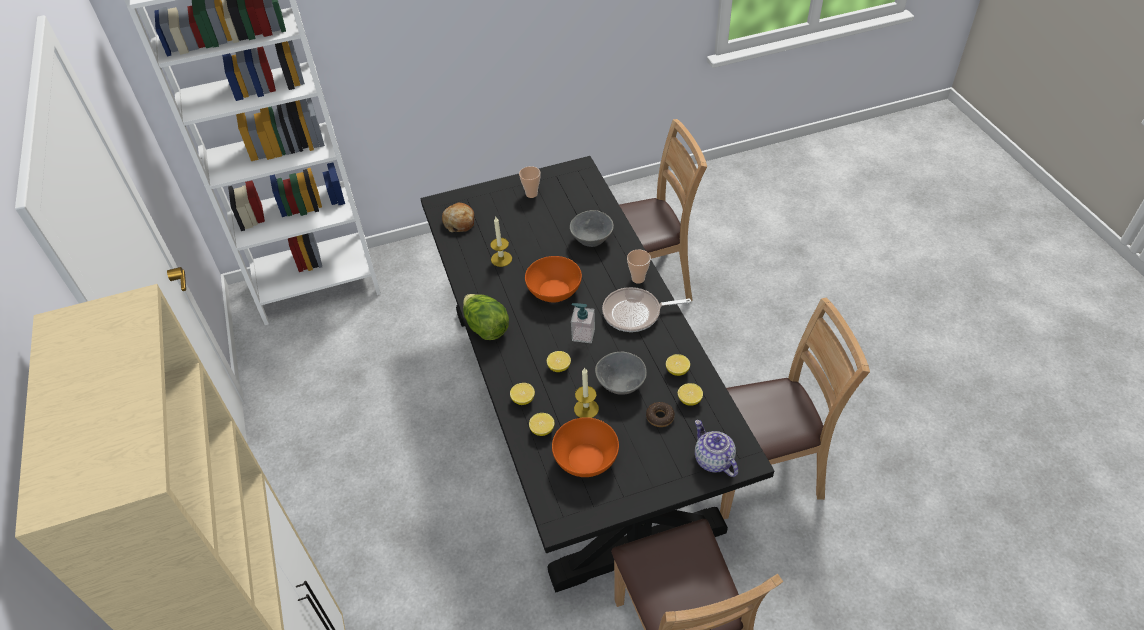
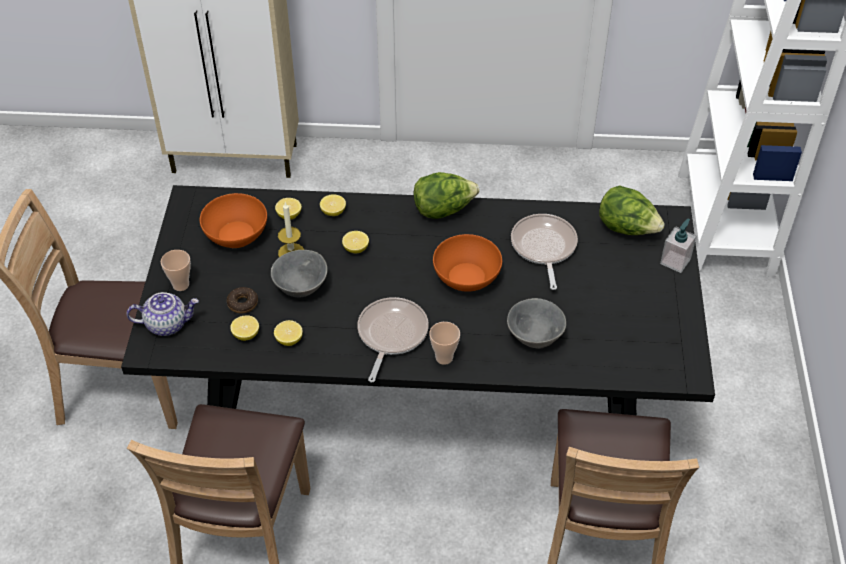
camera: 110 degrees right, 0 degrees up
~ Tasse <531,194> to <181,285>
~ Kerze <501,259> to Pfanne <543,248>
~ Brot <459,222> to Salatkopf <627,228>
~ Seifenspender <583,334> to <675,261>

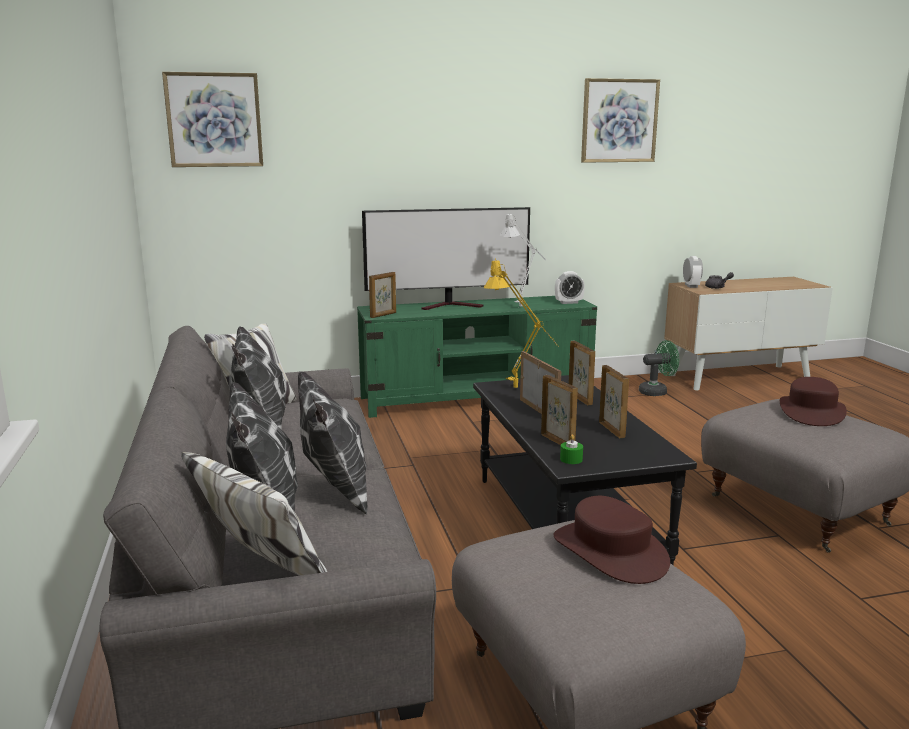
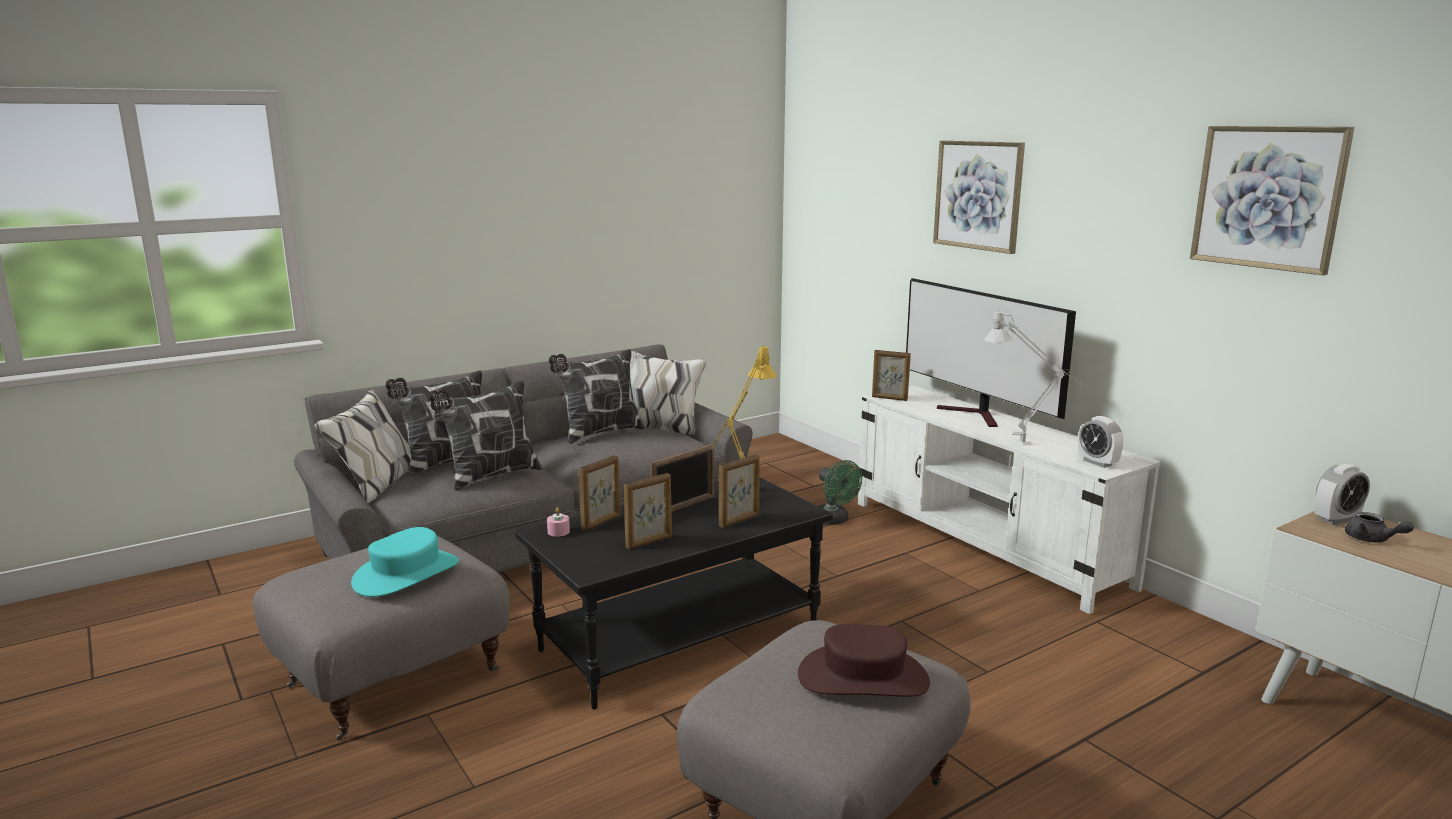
camera: 70 degrees right, 0 degrees up
~ Hut [braun] <610,551> to Hut [türkis] <406,574>
~ Kerze [grün] <571,459> to Kerze [rosa] <558,532>
~ Ventilator [grün] <657,392> to <834,521>
~ Fernsehschrank [grün] <477,398> to Fernsehschrank [weiß] <986,543>
~ Bild <214,120> to <978,195>

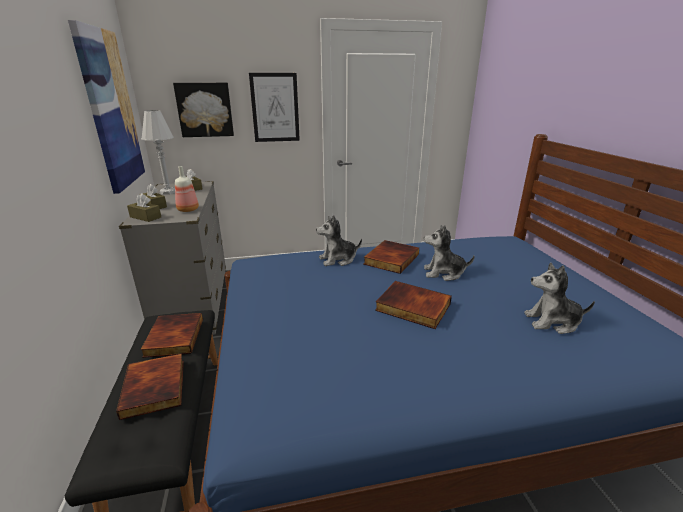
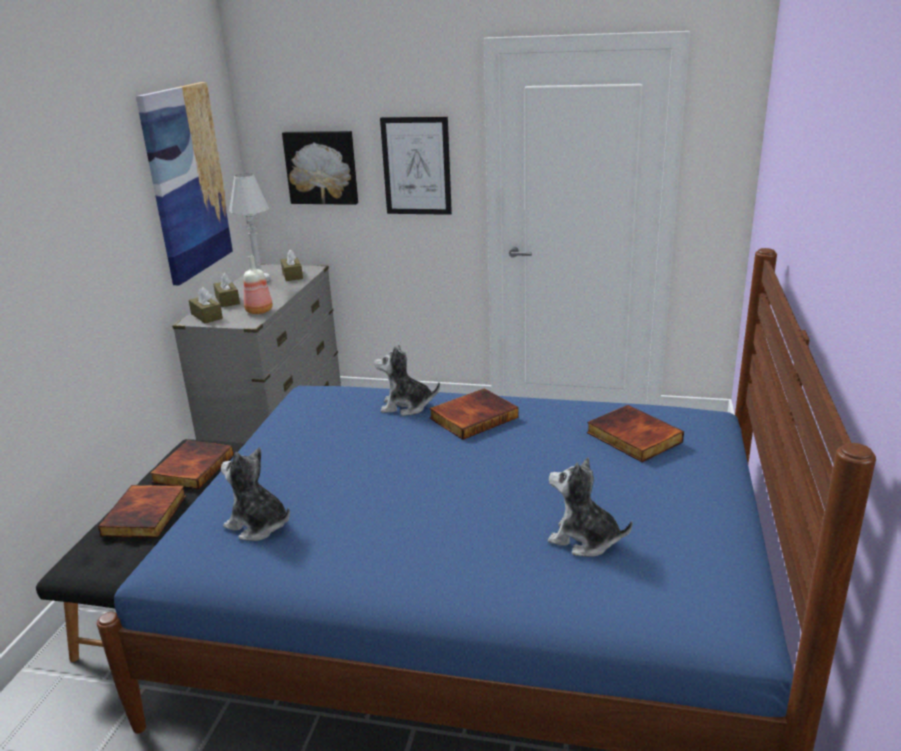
camera: 25 degrees right, 0 degrees up
~ Plüschtier <443,273> to <258,525>
~ Buch <412,307> to <632,437>

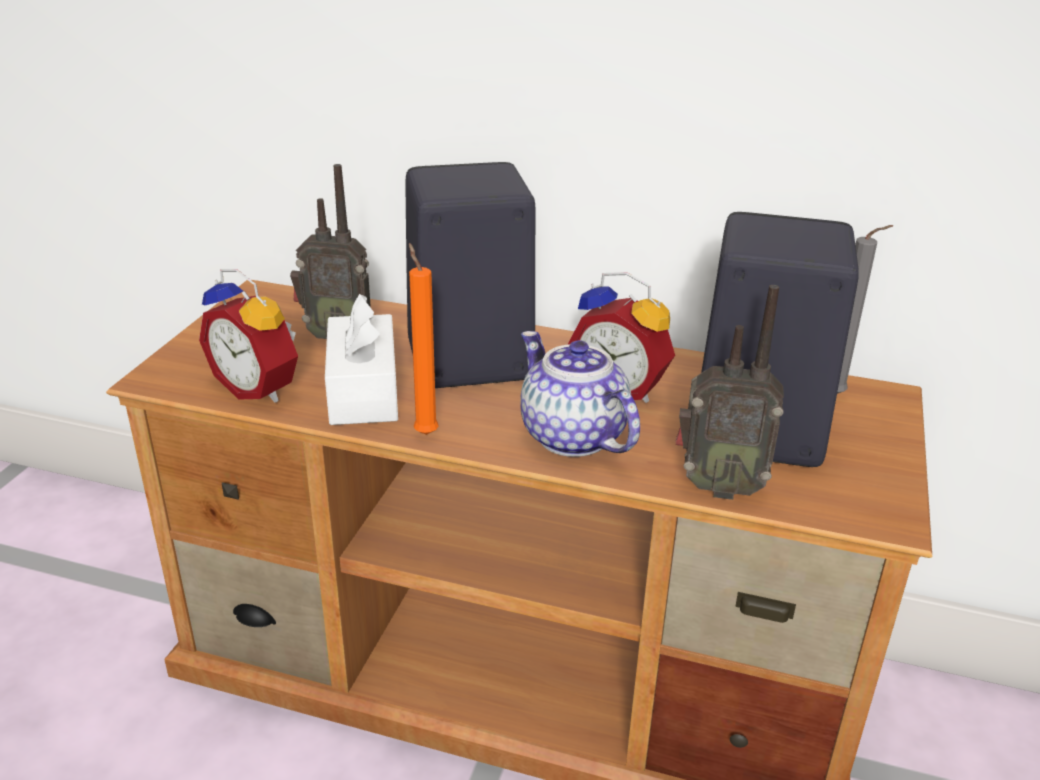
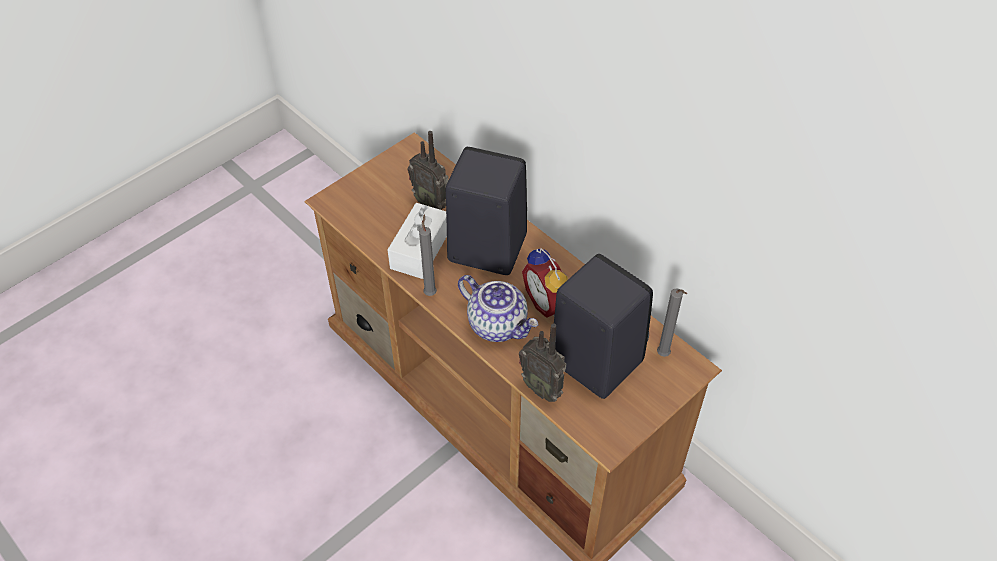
camera: 30 degrees right, 20 degrees up
~ Kerze [orange] <424,432> to Kerze [grau] <430,292>
~ Teekanne <571,436> = <498,324> 135 degrees clockwise
- Wecker <260,388>

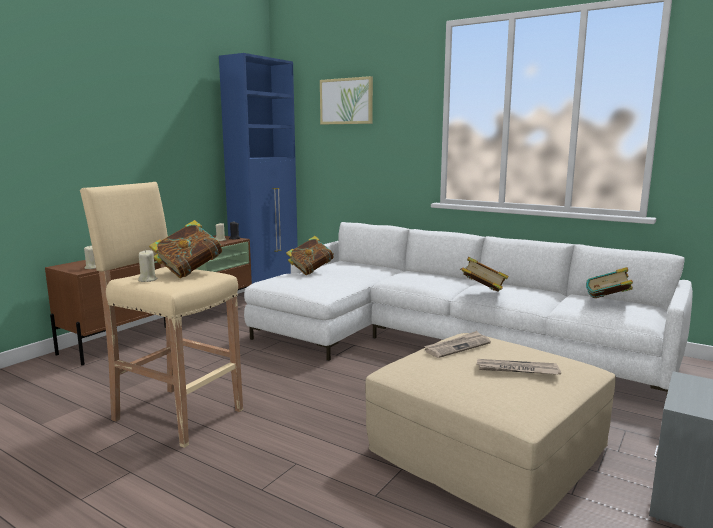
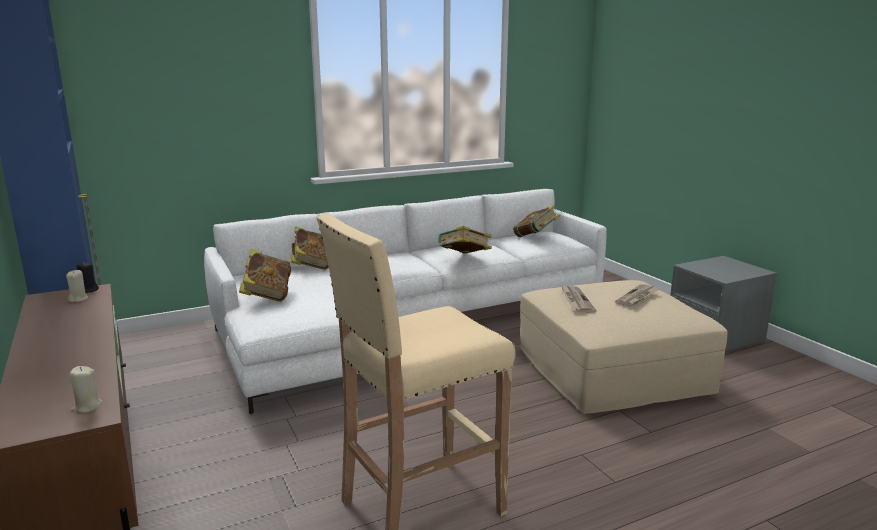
camera: 60 degrees left, 5 degrees up
~ Buch <189,272> to <311,266>
- Kerze [beige] <147,280>
- Bild <346,101>

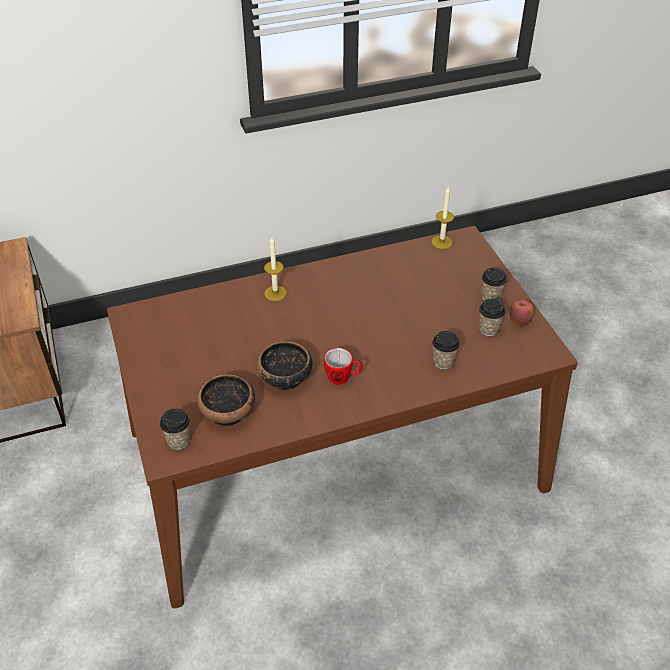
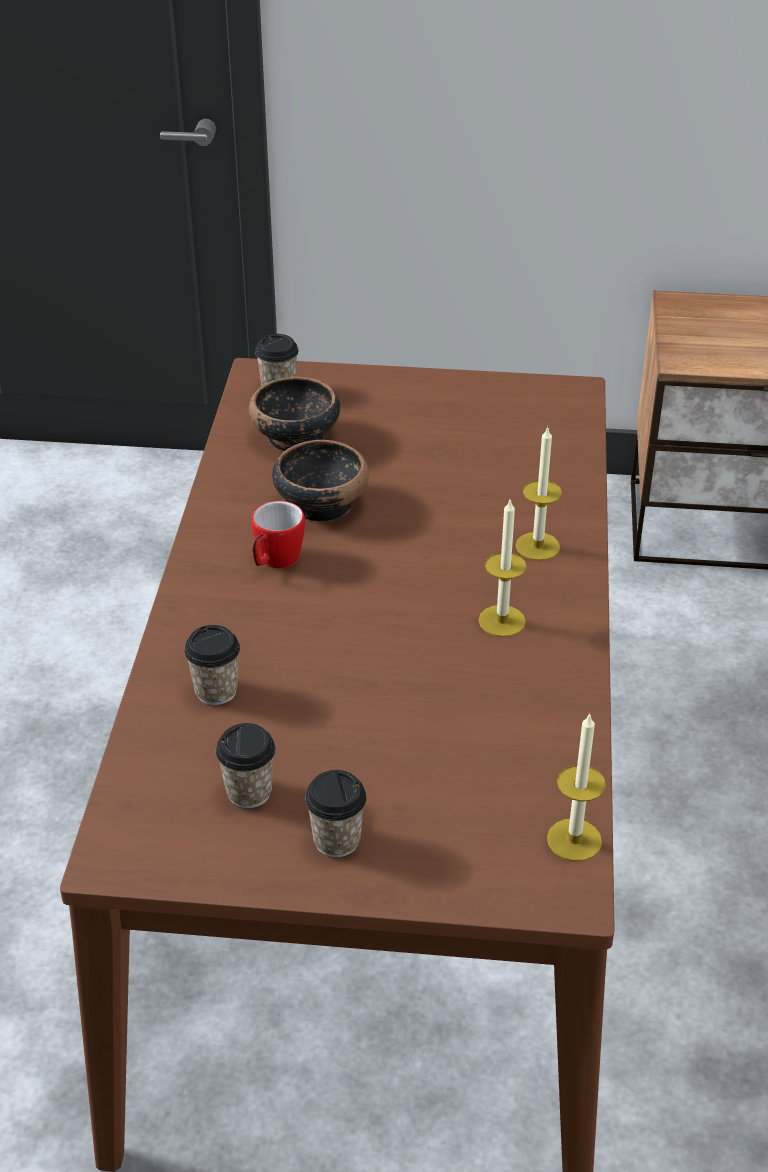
camera: 115 degrees right, 5 degrees down
+ Kerze <502,621>
- Apfel <519,322>

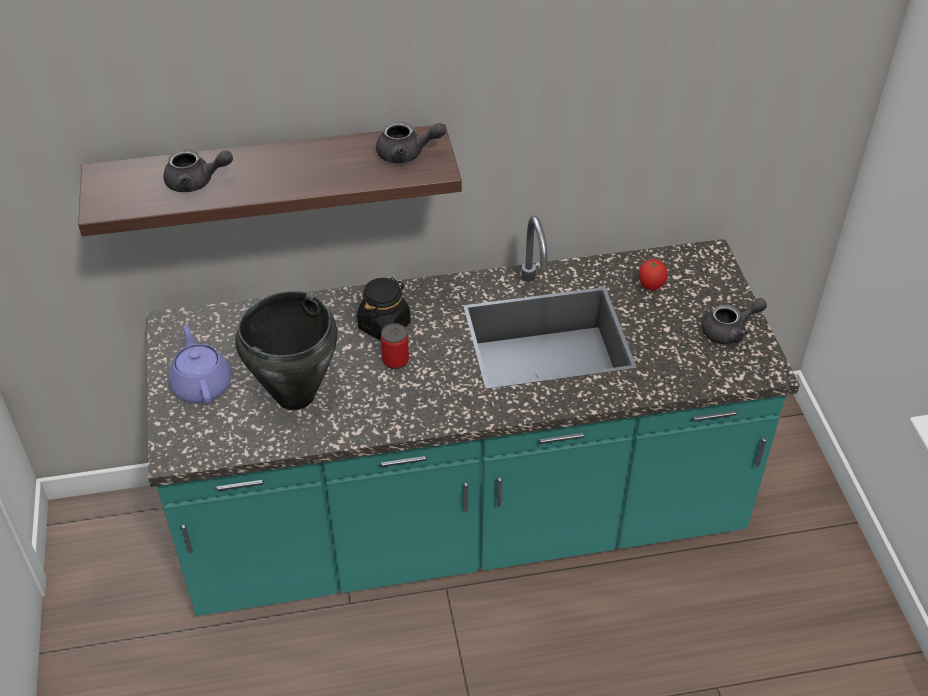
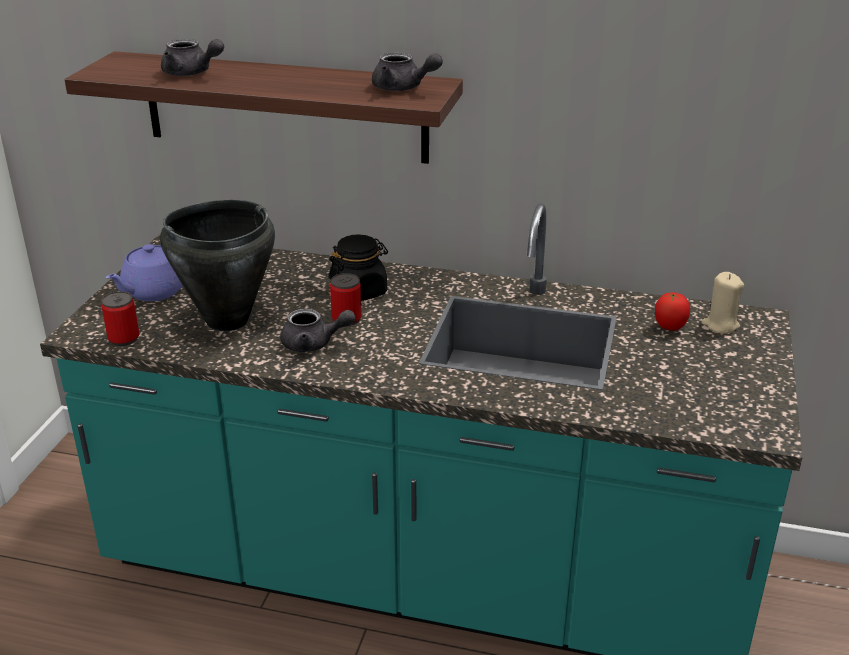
camera: 25 degrees right, 15 degrees down
+ Dose <124,338>
~ Teekanne [lila] <202,384> = <153,291> 150 degrees counterclockwise
~ Teekanne [grau] <729,331> to <314,344>
+ Kerze [beige] <720,325>

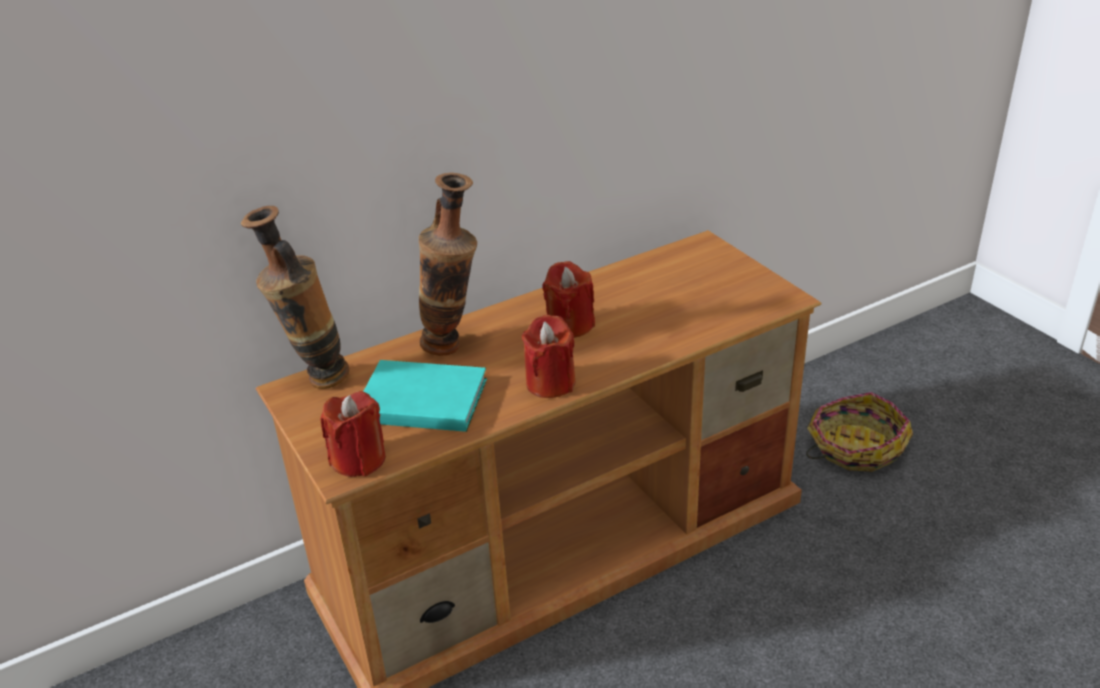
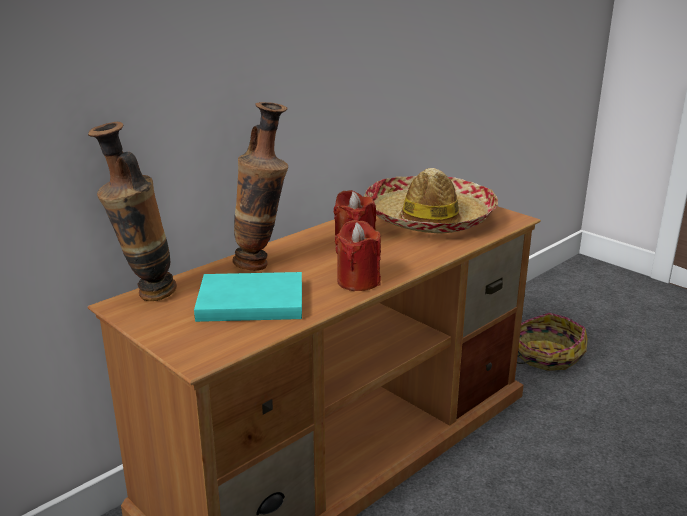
camera: 15 degrees left, 10 degrees down
+ Hut <429,218>
- Kerze [rot] <359,460>

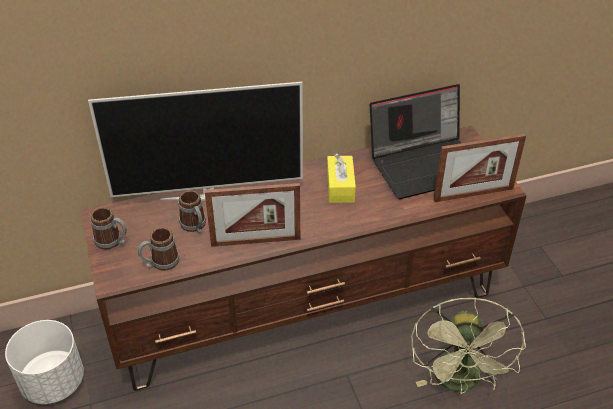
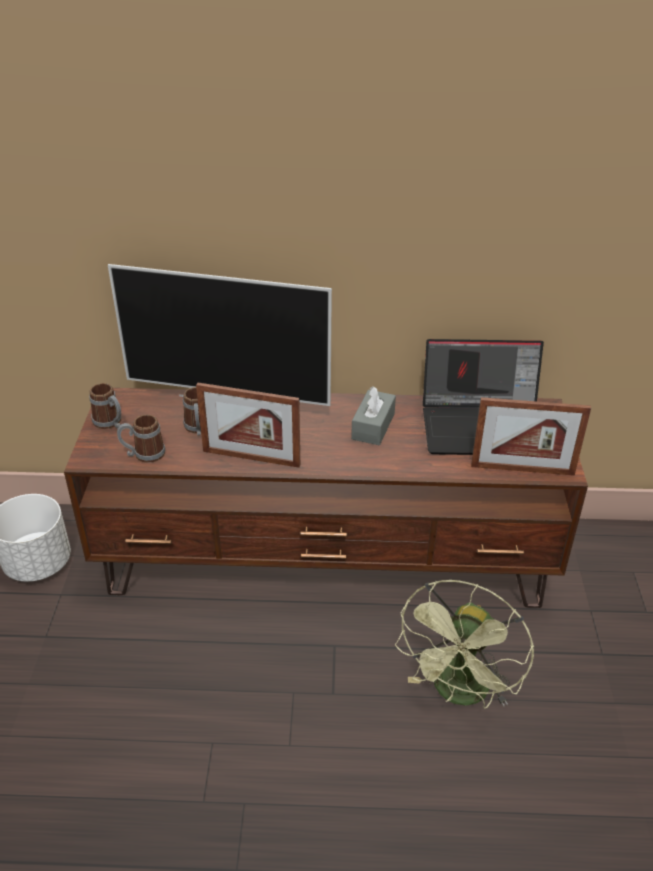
camera: 20 degrees right, 5 degrees down
~ Taschentuchbox [gelb] <340,186> to Taschentuchbox [grau] <373,426>

